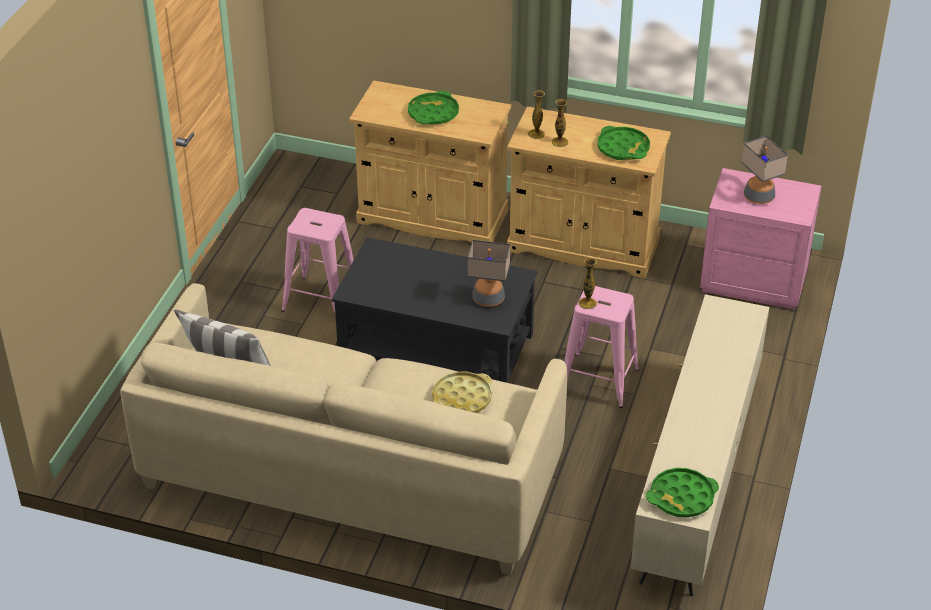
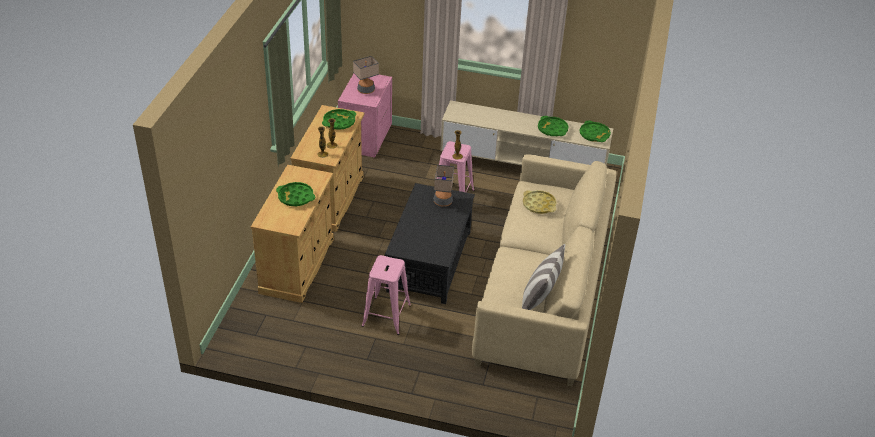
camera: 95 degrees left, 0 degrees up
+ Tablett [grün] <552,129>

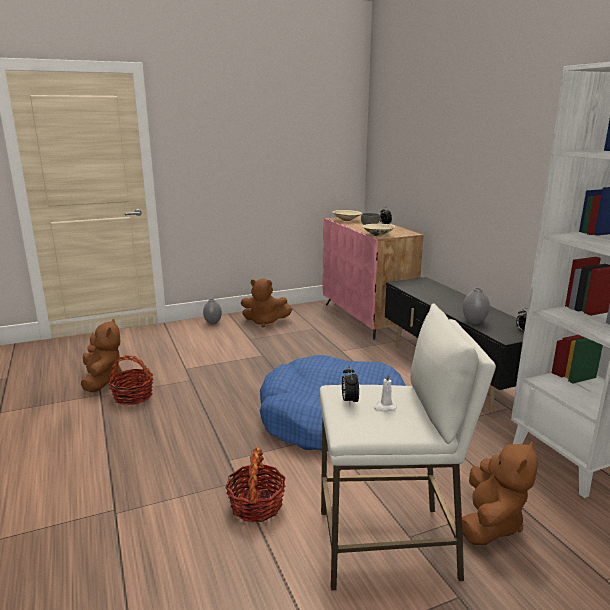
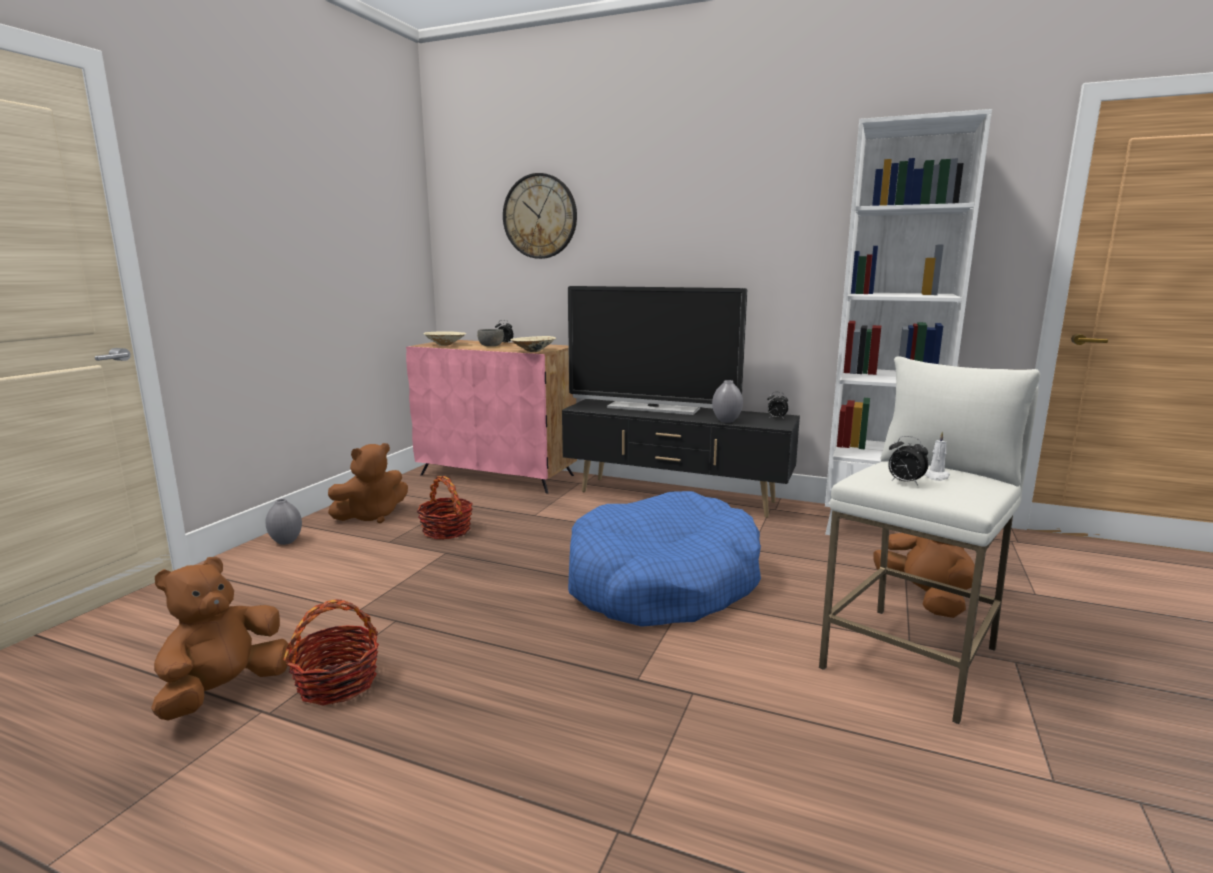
camera: 45 degrees left, 5 degrees down
~ Plüschtier [braun] <102,381> = <225,691> 90 degrees counterclockwise
~ Korb <256,505> to <446,531>
+ Wanduhr <540,216>
+ Fernseher <653,408>

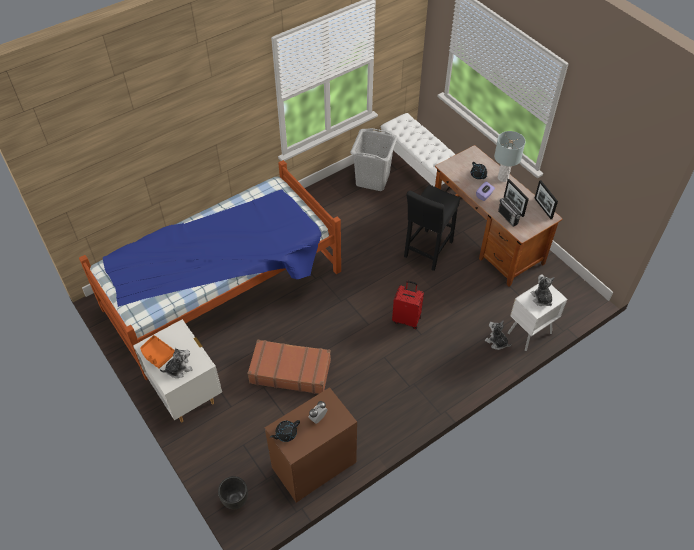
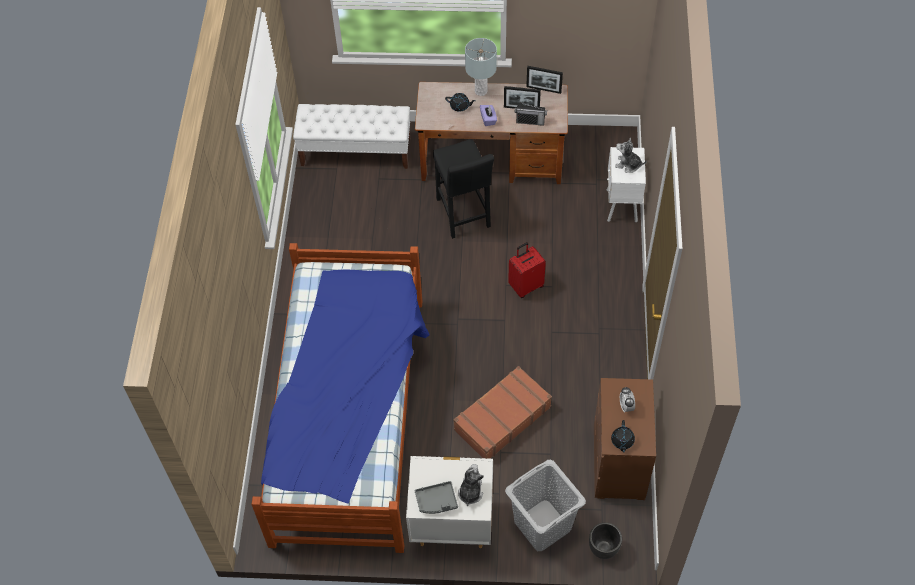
camera: 50 degrees left, 5 degrees up
~ Tablett [orange] <157,354> to Tablett [grau] <436,501>
~ Wäschekorb [grau] <372,179> to <542,525>
- Plüschtier <496,342>

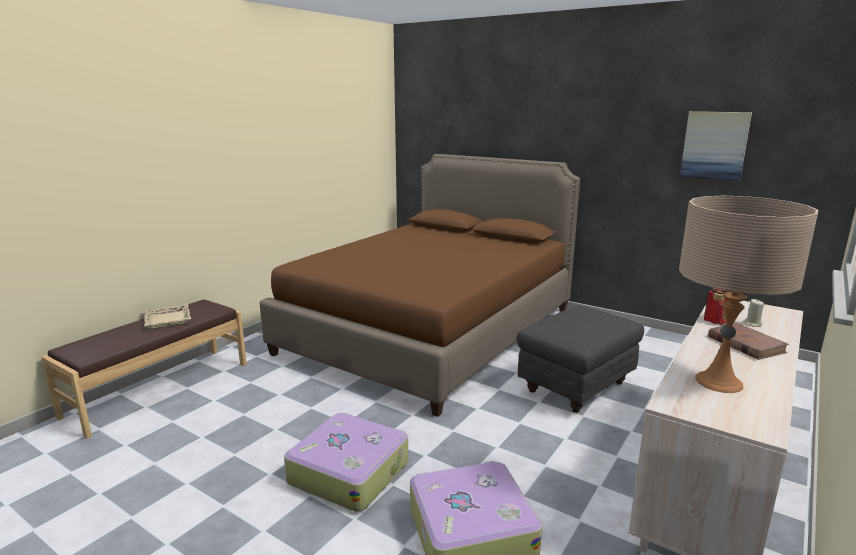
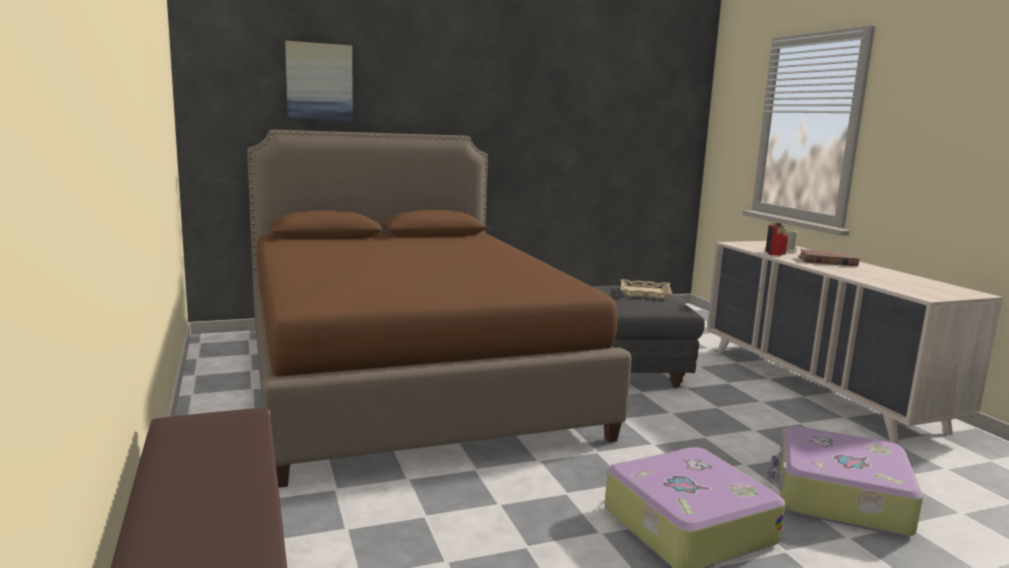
camera: 55 degrees left, 5 degrees down
~ Bild <714,145> to <319,82>
~ Tablett [beige] <168,320> to <645,293>
- Tischlampe [beige] <718,382>

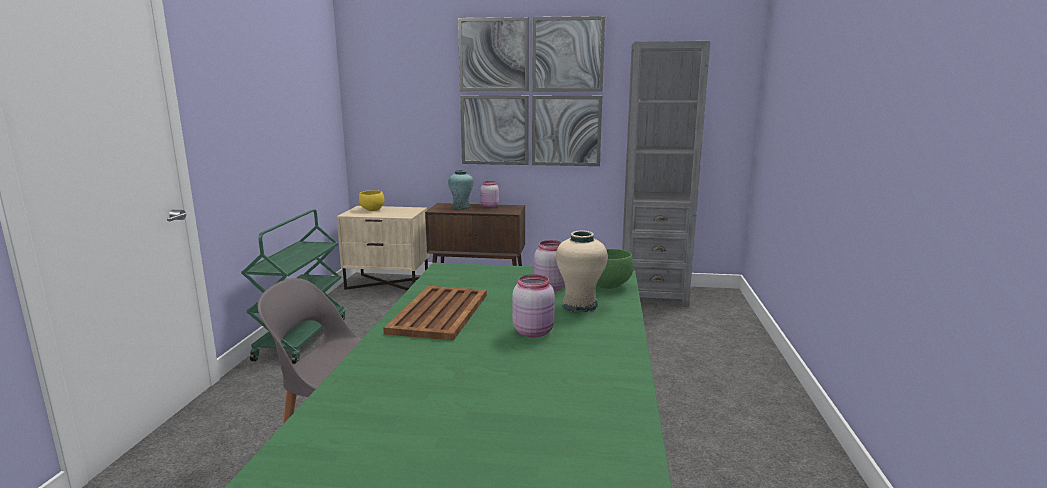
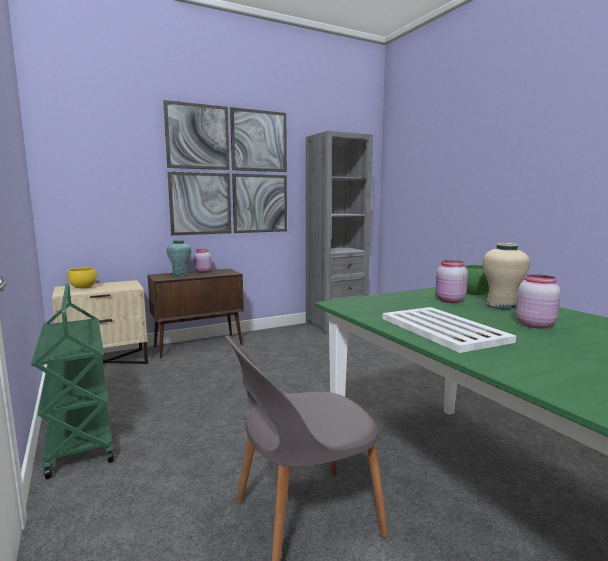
camera: 35 degrees left, 5 degrees down
~ Tablett [braun] <440,312> to Tablett [weiß] <442,329>

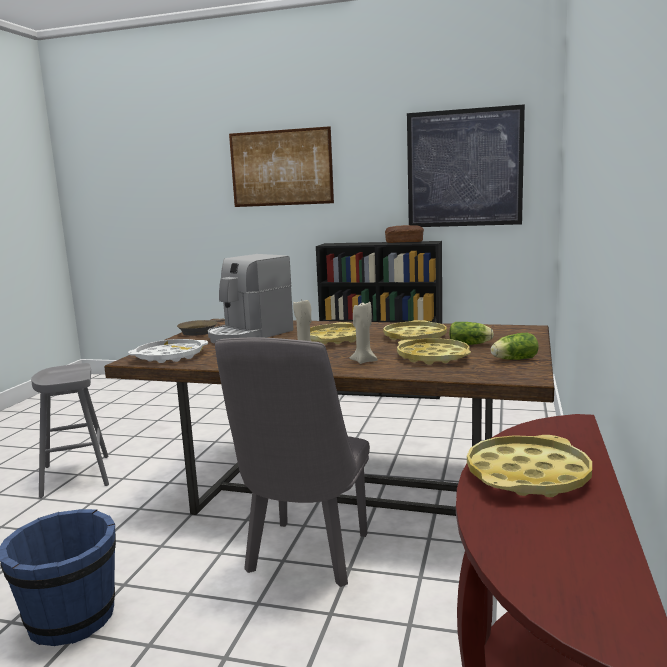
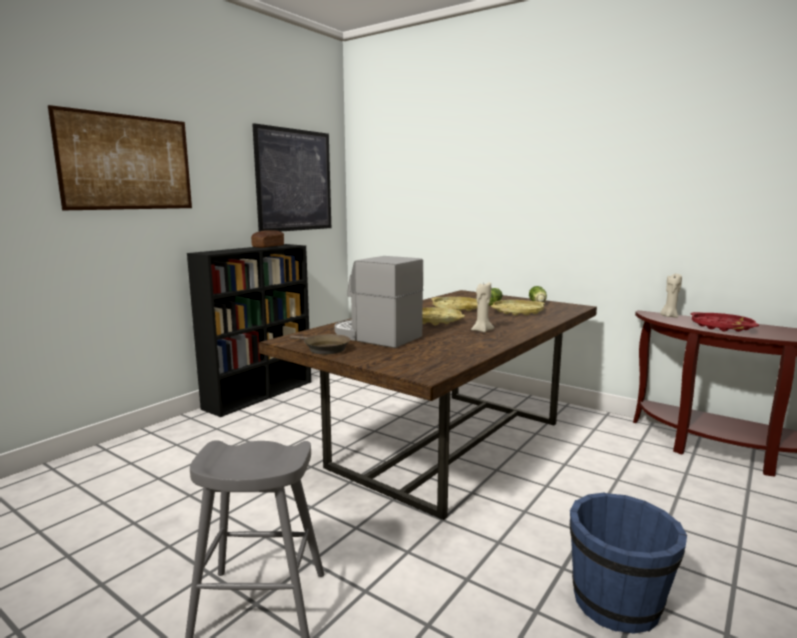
camera: 70 degrees left, 0 degrees up
~ Kaffeemaschine <249,335> = <375,336> 150 degrees clockwise
~ Kerze [beige] <364,361> to <669,316>
~ Tablett [gelb] <528,475> to Tablett [rot] <722,326>
- Tablett [weiß] <169,356>
- Stuhl [grau] <305,559>

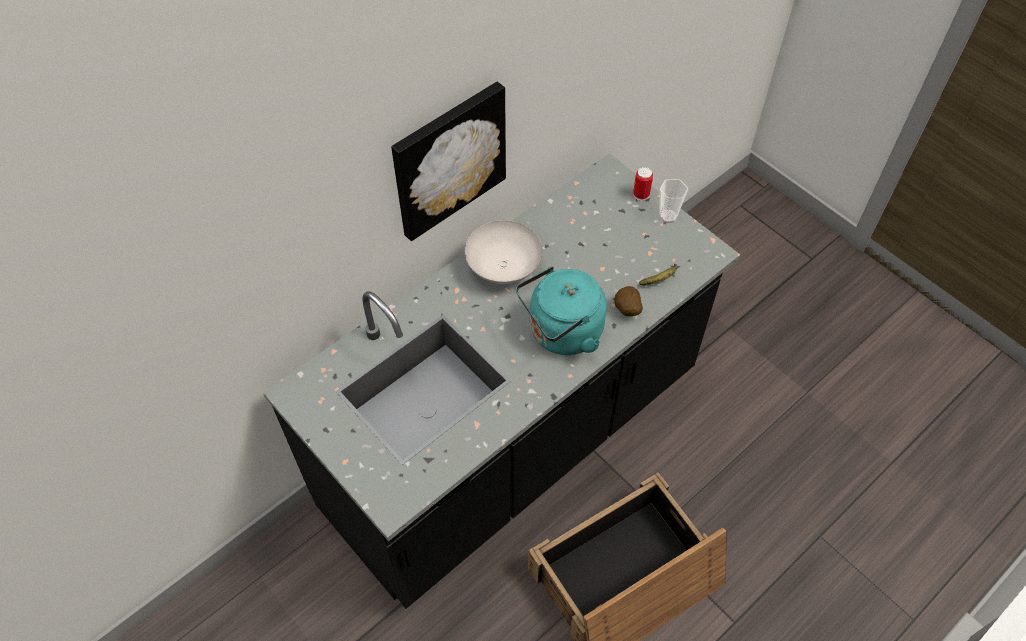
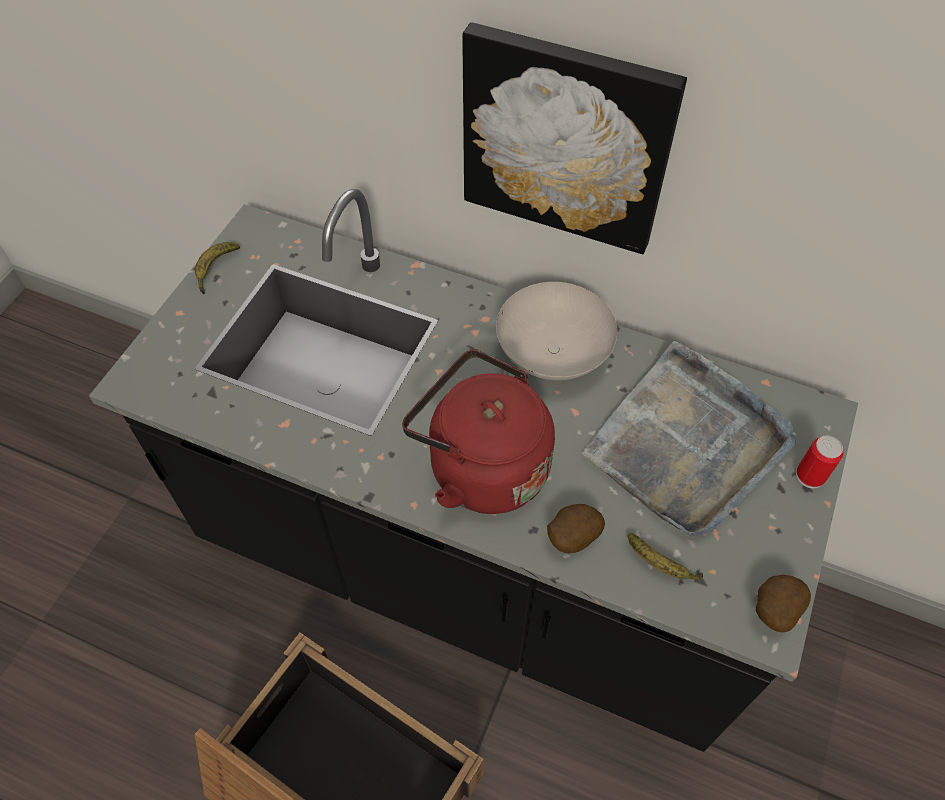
camera: 65 degrees right, 0 degrees up
+ Banane <215,270>
~ Wasserkessel [türkis] <562,333> to Wasserkessel [rot] <481,466>
+ Tablett [grau] <686,444>
+ Kartoffel <773,611>
- Tasse <668,216>

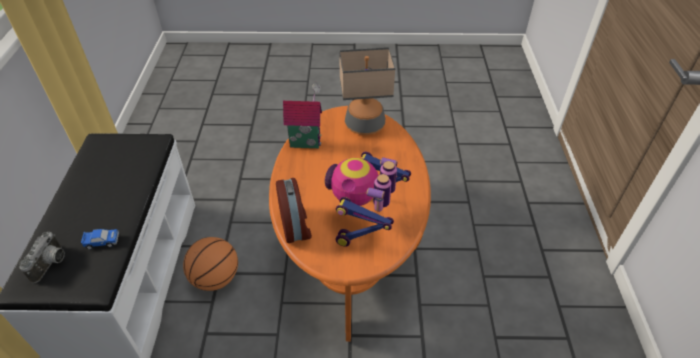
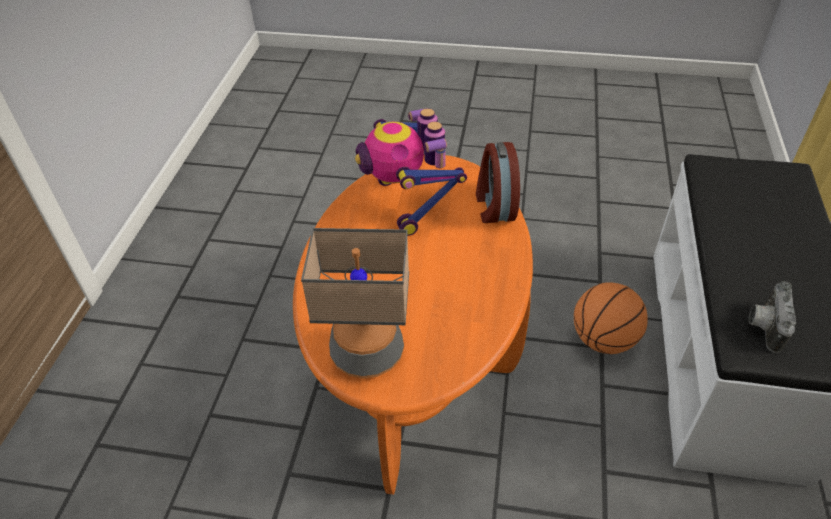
camera: 170 degrees left, 0 degrees up
~ Spielzeugroboter <364,221> = <409,203> 135 degrees clockwise
~ Kamera <52,264> to <763,325>
- Spielzeugauto <102,241>
- Spielzeughaus <305,142>

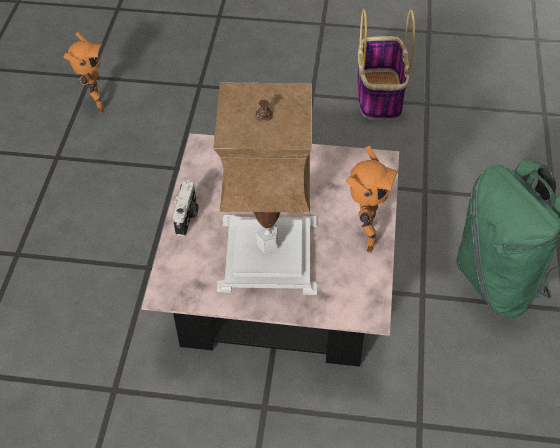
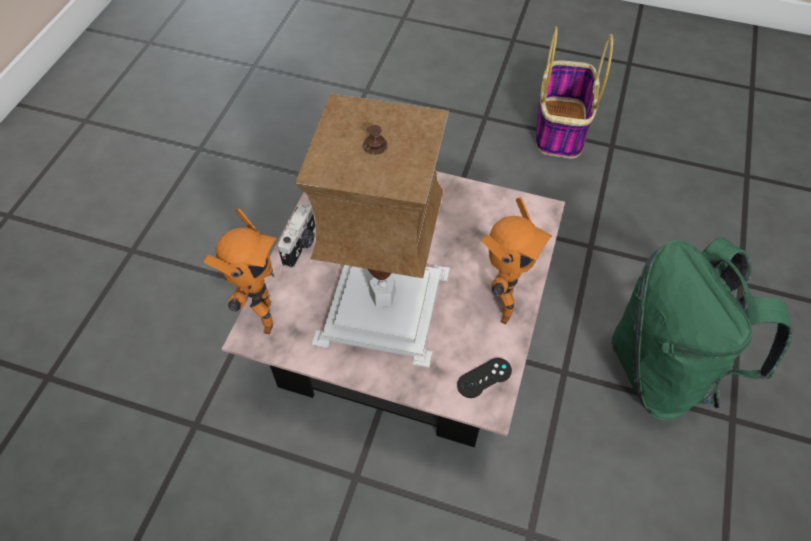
camera: 10 degrees right, 5 degrees up
~ Spielzeugroboter <95,106> to <261,318>
+ Gamepad [schwarz] <484,378>

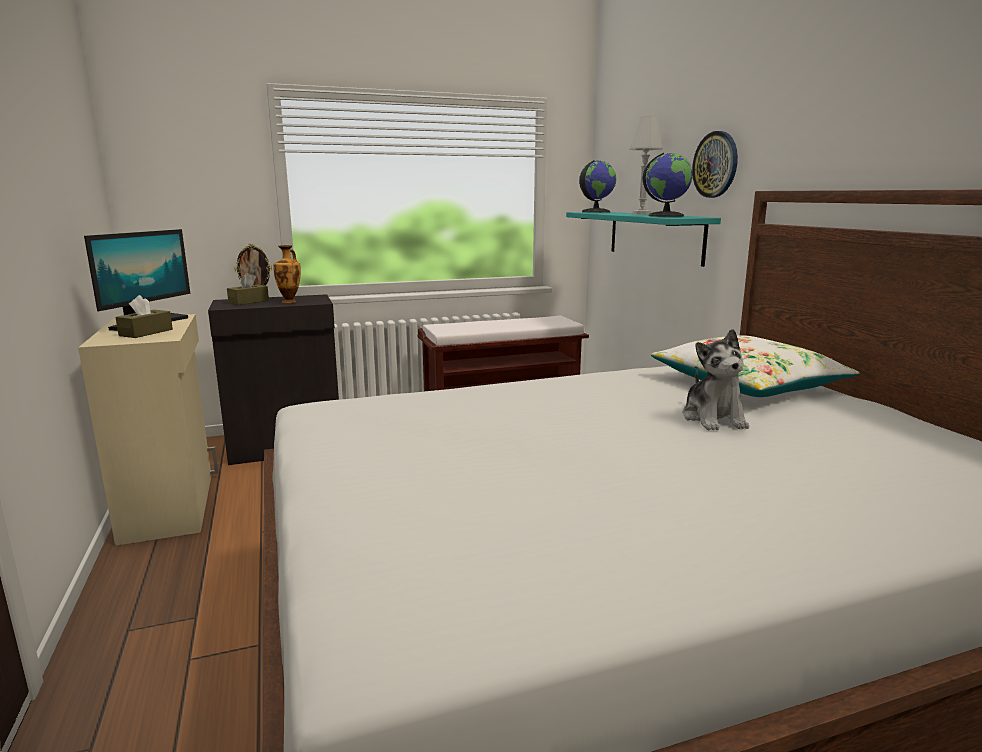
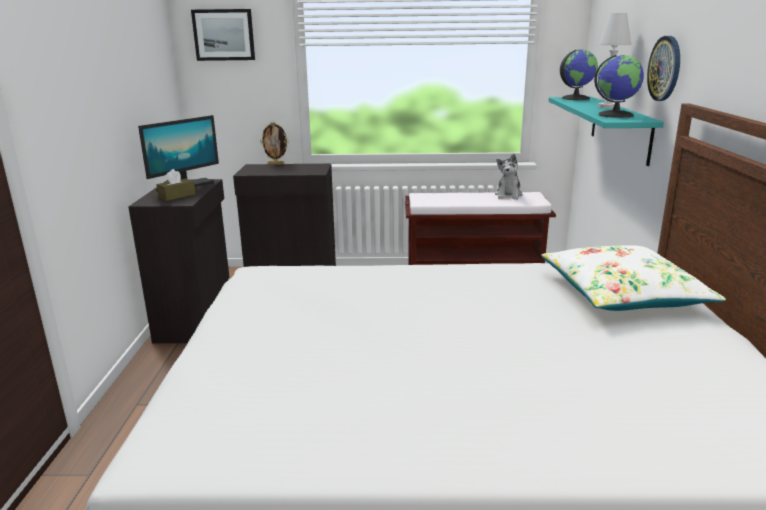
camera: 20 degrees right, 5 degrees up
~ Schrank [beige] <171,505> to Schrank [schwarz] <197,319>
+ Bild <224,35>
~ Plüschtier <713,418> to <508,195>
- Taschentuchbox [braun] <248,302>
- Vase <290,302>

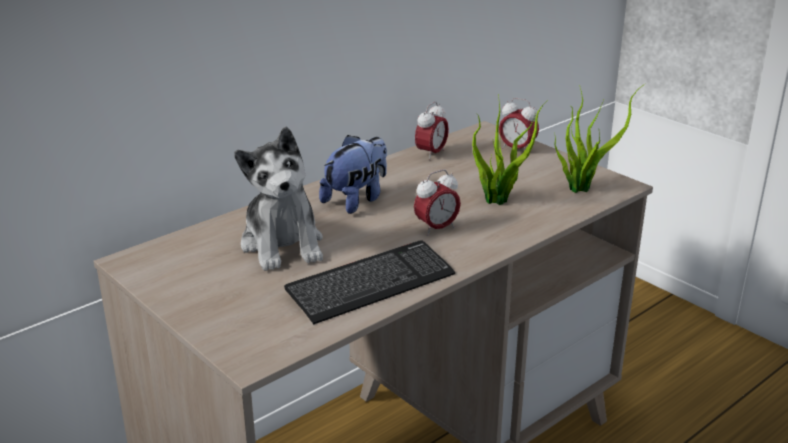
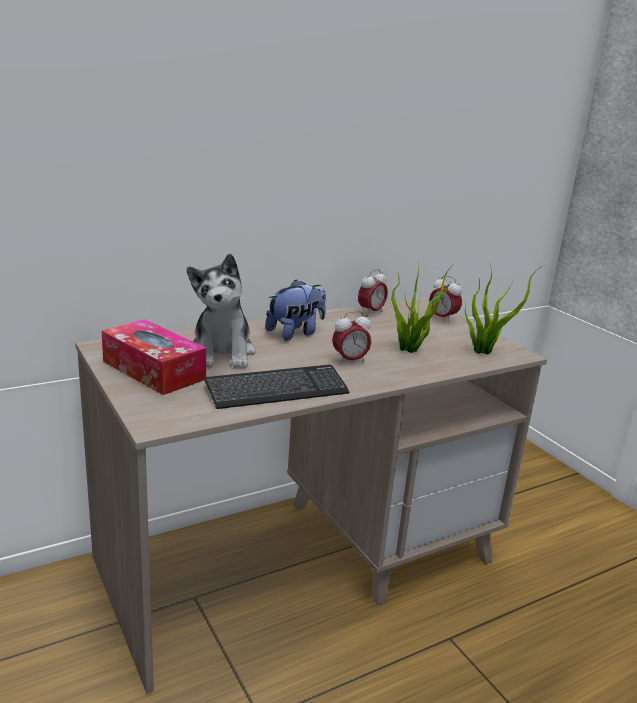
camera: 10 degrees right, 5 degrees down
+ Taschentuchbox <153,370>

